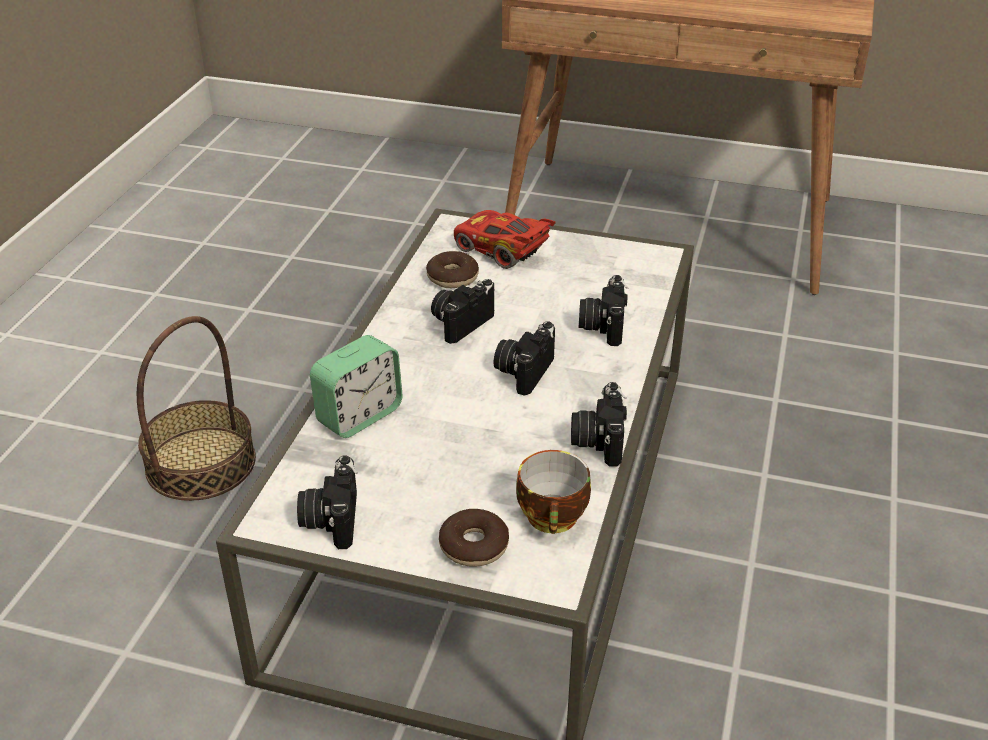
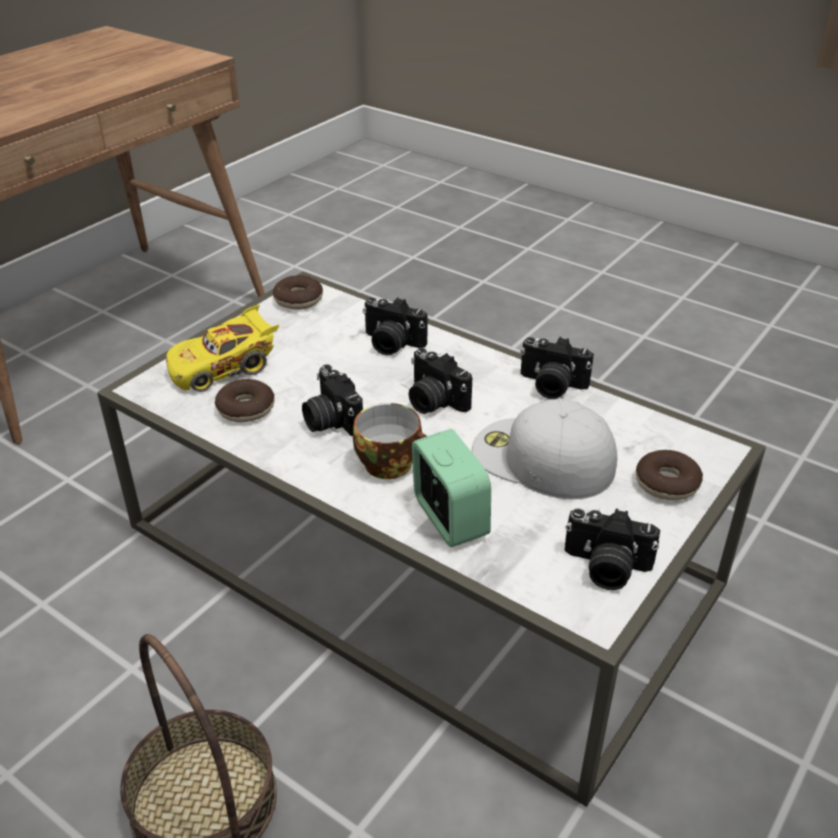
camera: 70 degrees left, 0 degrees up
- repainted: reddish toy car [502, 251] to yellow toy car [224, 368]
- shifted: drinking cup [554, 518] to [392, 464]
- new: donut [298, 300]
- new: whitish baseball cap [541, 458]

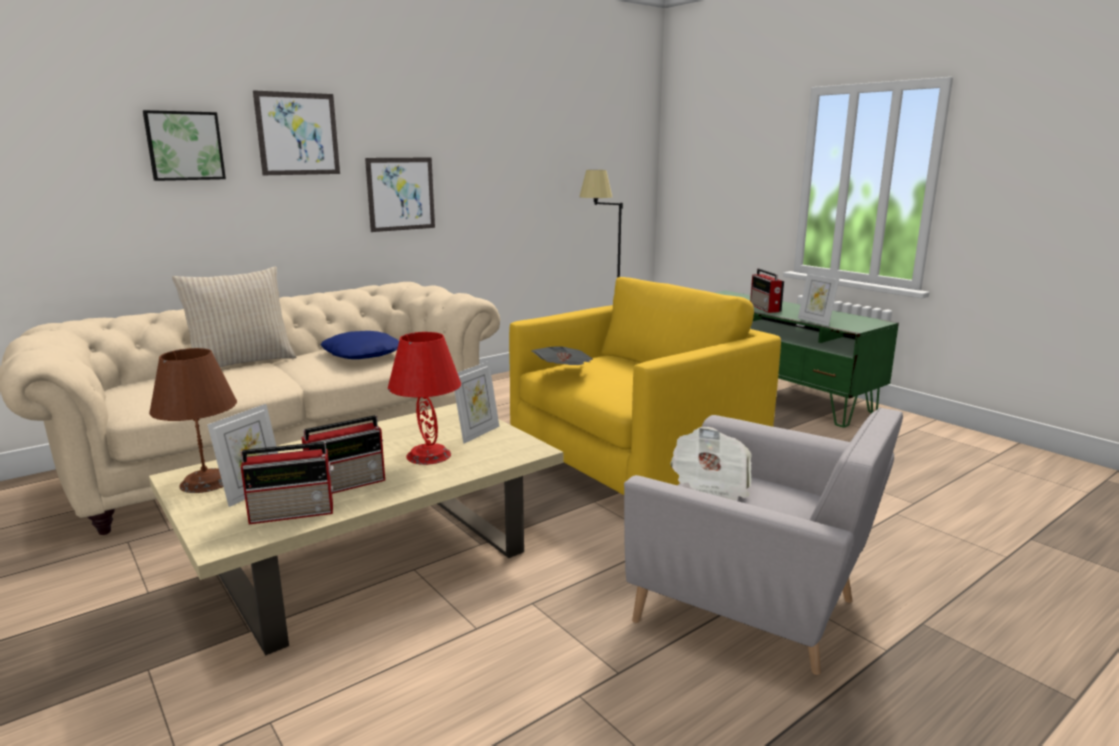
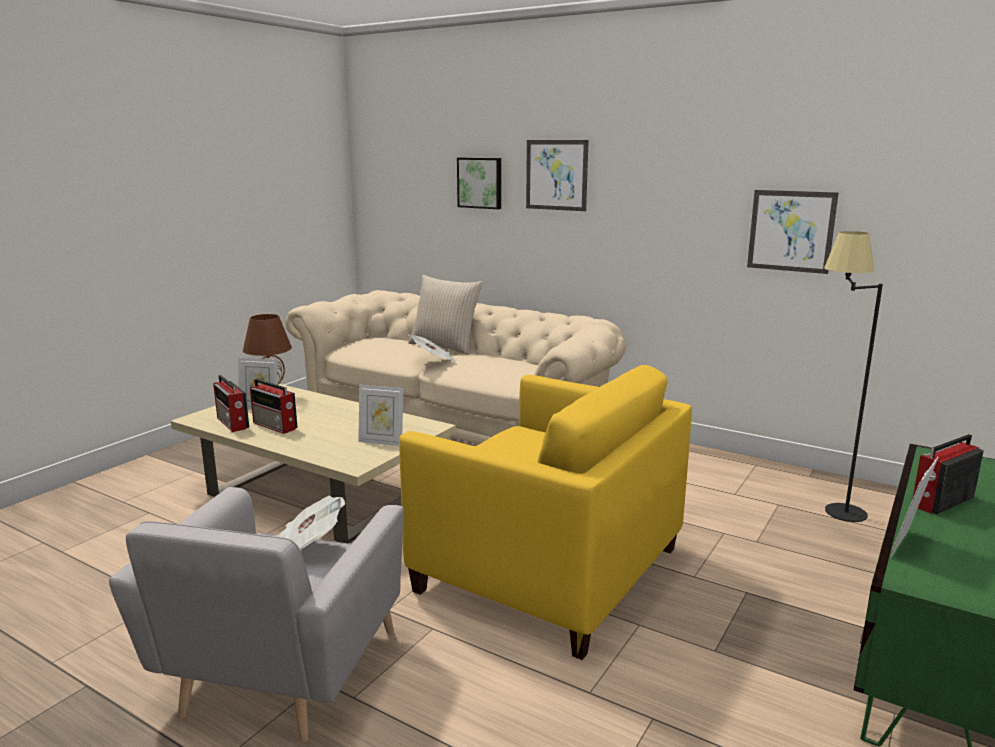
camera: 70 degrees right, 0 degrees up
- gone: blue-coloured cushion [362, 353]
- shifted: wall art [401, 194] to [791, 231]
- gone: reddish tabletop lamp [429, 455]
- shifted: newspaper [563, 372] to [433, 361]

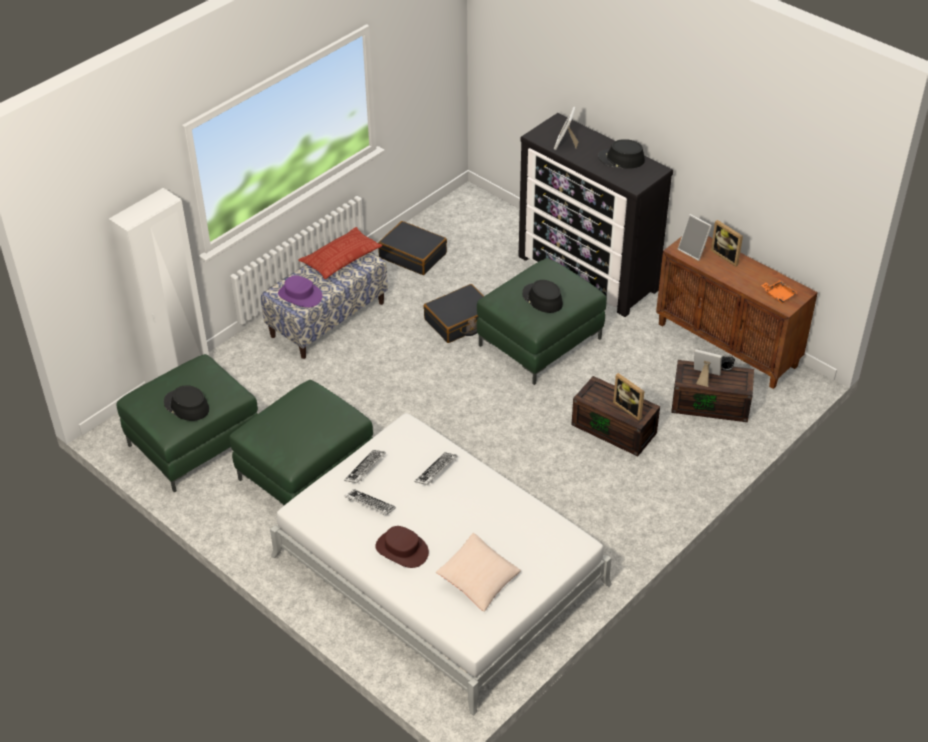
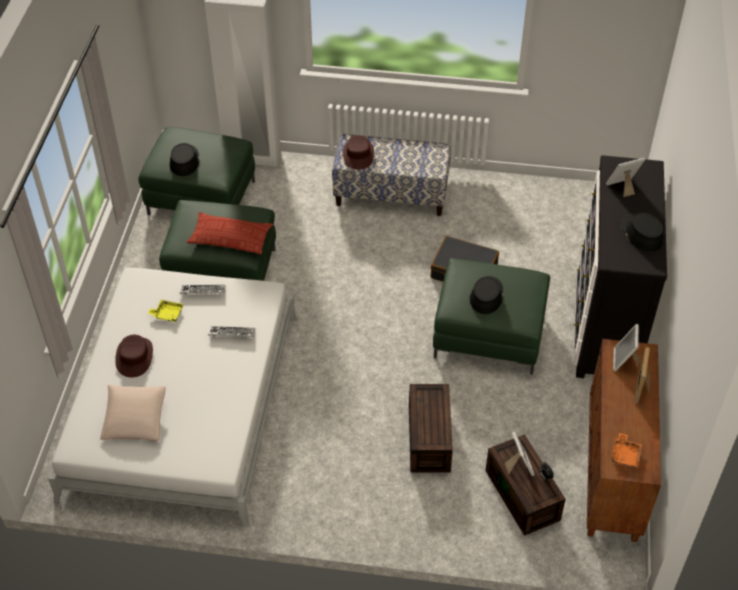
camera: 55 degrees right, 5 degrees up
- repainted: purplish hat [300, 295] to brown hat [358, 155]
- shifted: cushion [341, 258] to [230, 238]
- swapped: PC keyboard [370, 504] to yellow serving tray [167, 314]
- gone: black-coloured suitcase [413, 255]
- gone: standing frame [630, 408]

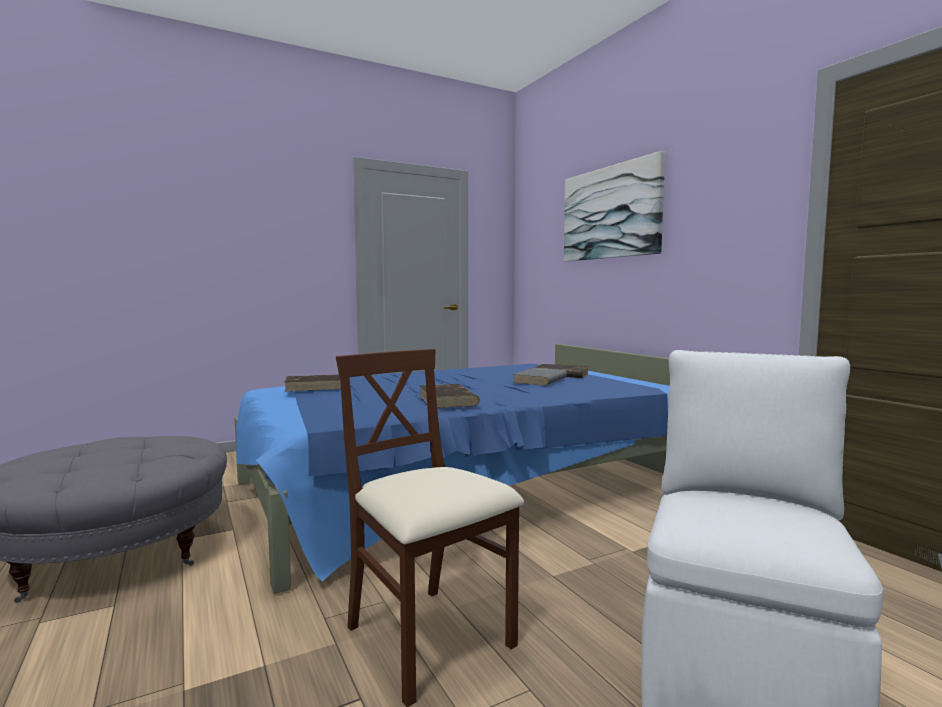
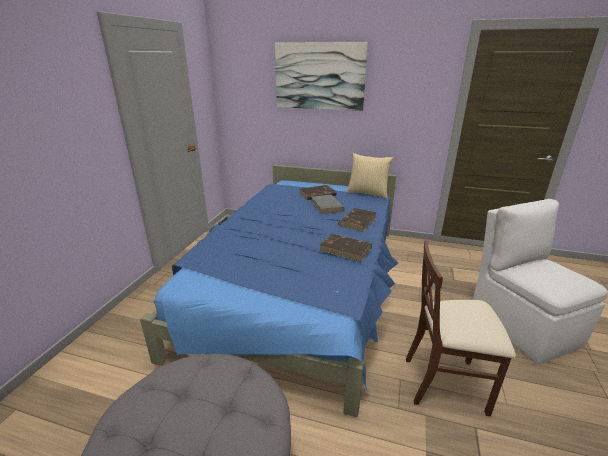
camera: 45 degrees left, 20 degrees up
- shifted: brown book [316, 386] to [357, 221]
- new: cushion [368, 193]

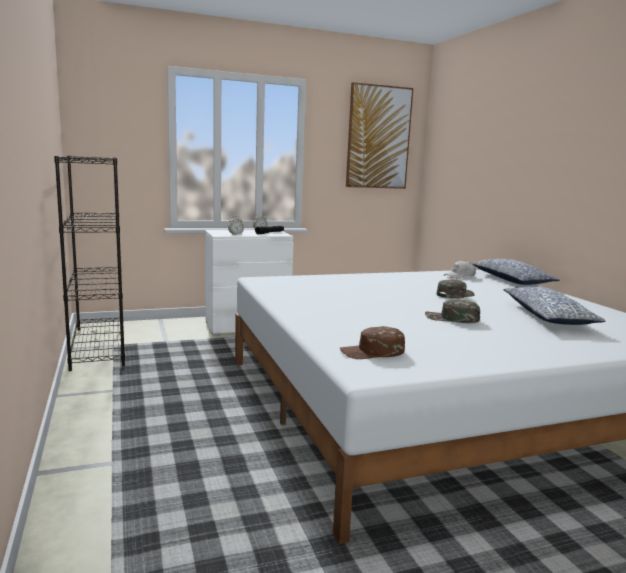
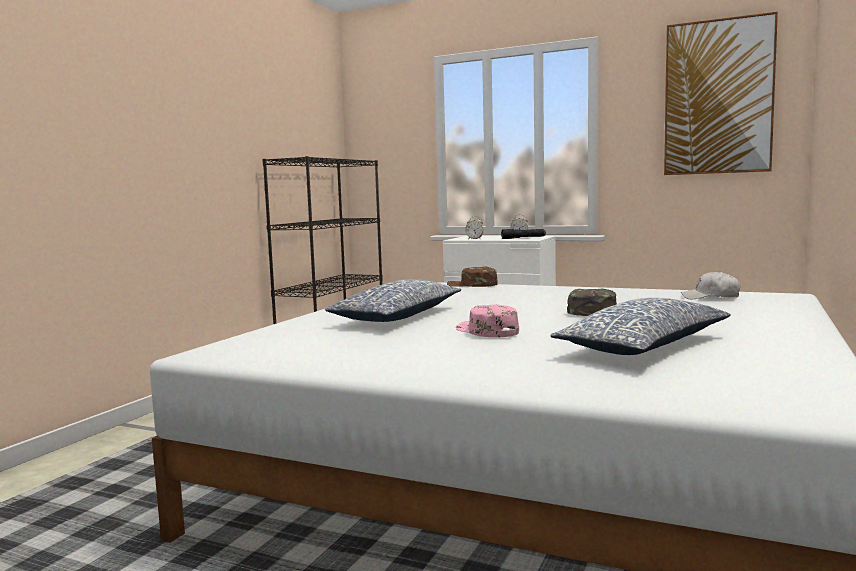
camera: 45 degrees right, 5 degrees down
- shifted: brown baseball cap [372, 352] to [472, 285]
- repainted: green-coloured baseball cap [451, 318] to pinkish baseball cap [486, 331]
- shifted: cushion [510, 281] to [397, 317]

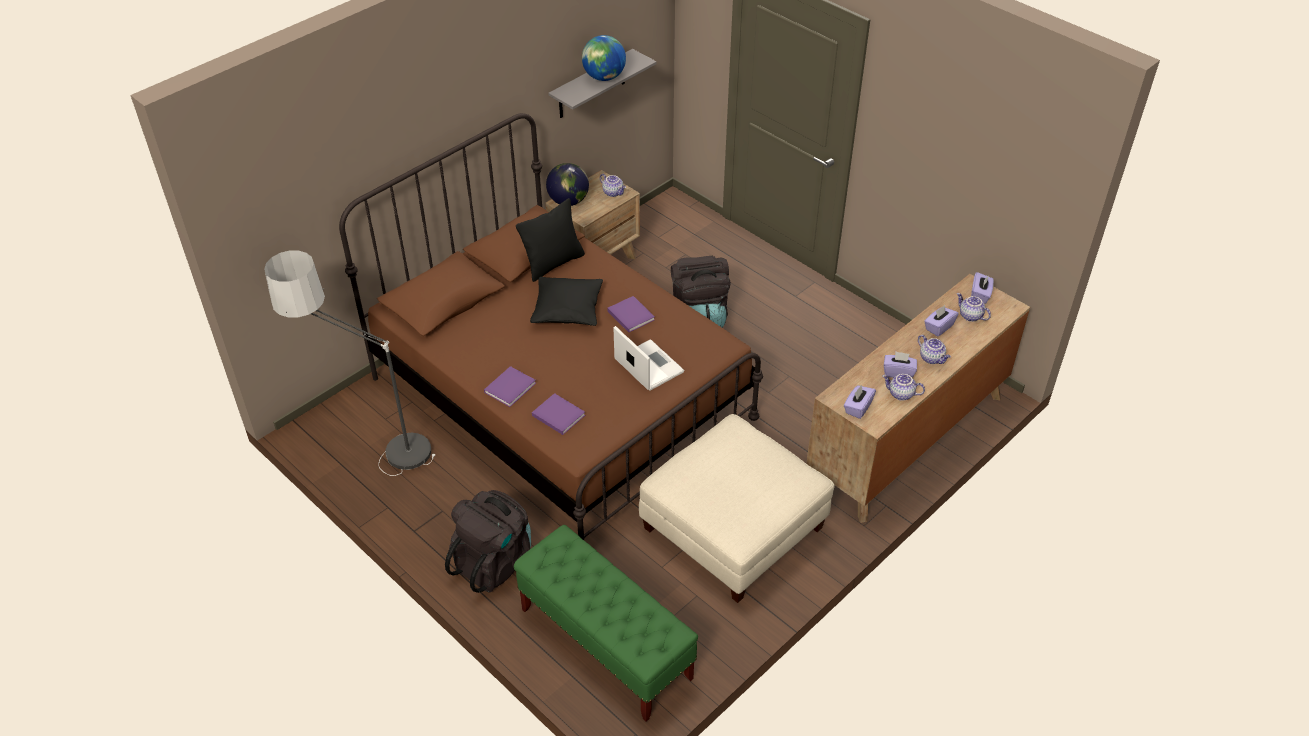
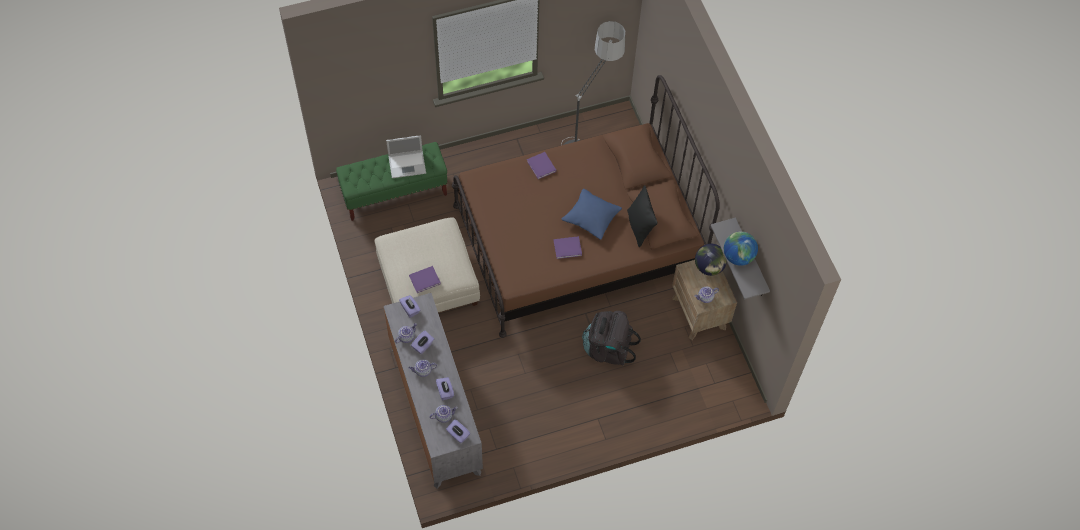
camera: 115 degrees right, 15 degrees up
- gone: black-coloured backpack [494, 562]
- repainted: black-coloured cushion [567, 310] to blue-coloured cushion [591, 218]
- shifted: purplish book [557, 414] to [425, 279]
- shifted: notebook computer [648, 365] to [408, 164]
- repainted: brown chest of drawers [907, 440] to gray chest of drawers [435, 409]

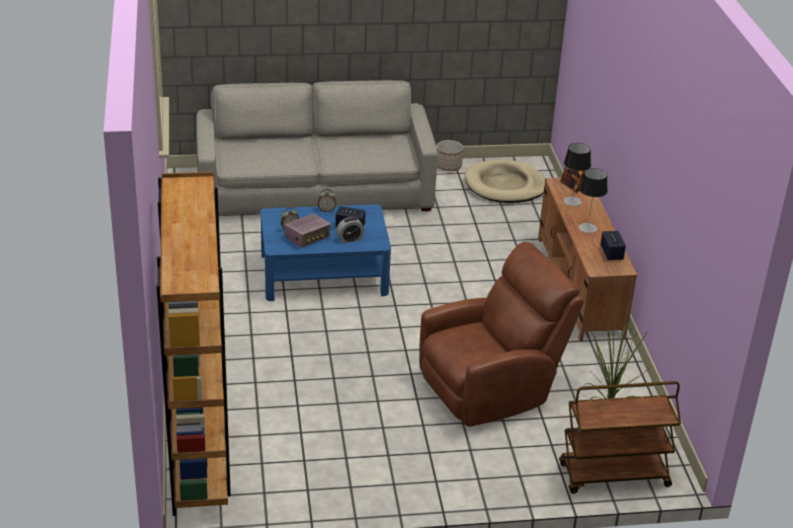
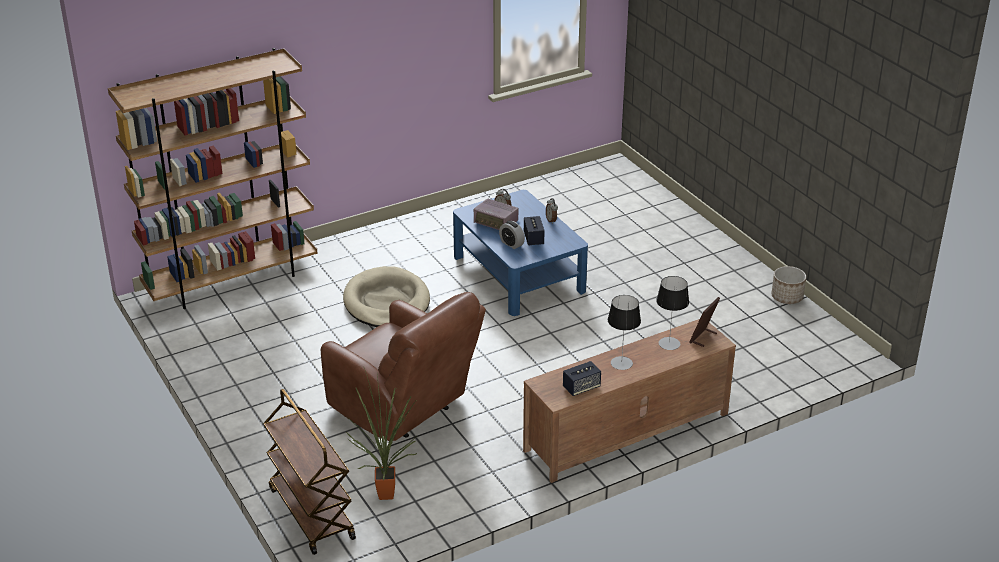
camera: 70 degrees right, 0 degrees up
- gone: gray sofa [314, 190]
- shifted: beige dog bed [505, 186] to [387, 302]

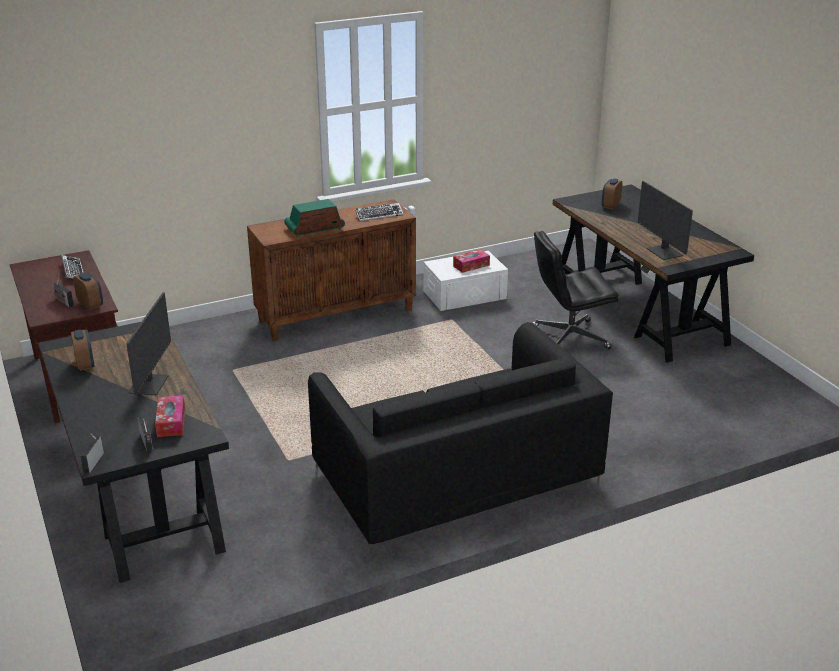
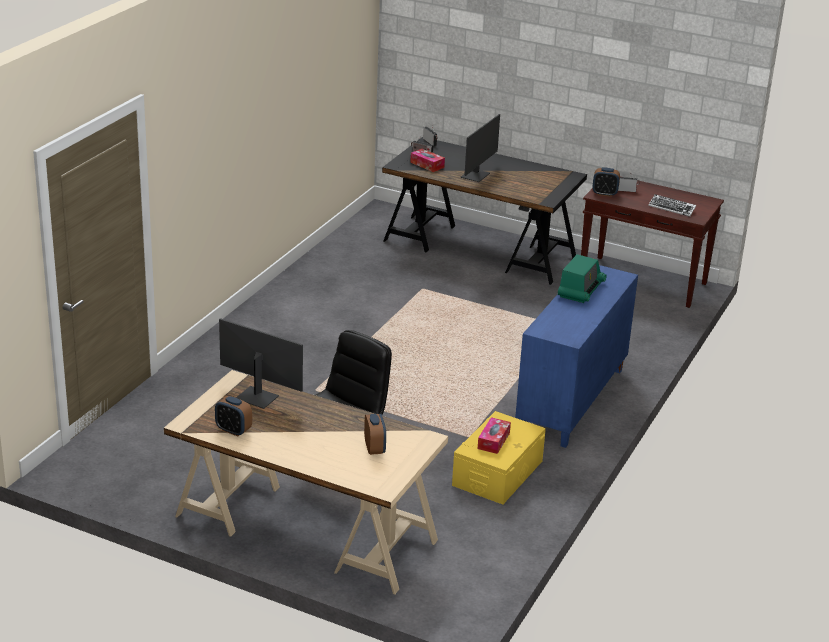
camera: 140 degrees right, 0 degrees up
- shifted: alarm clock [85, 364] to [233, 430]
- rotated: computer display [149, 384] = [476, 175] 120 degrees counterclockwise
- repainted: brown cupboard [336, 315] to blue-coloured cupboard [572, 402]
- gone: black-coloured sofa [456, 478]
- gone: PC keyboard [379, 215]
- repainted: whitish storage box [464, 294] to yellow storage box [497, 473]
- repainted: black-coloured desk table [639, 309] to beige desk table [304, 529]

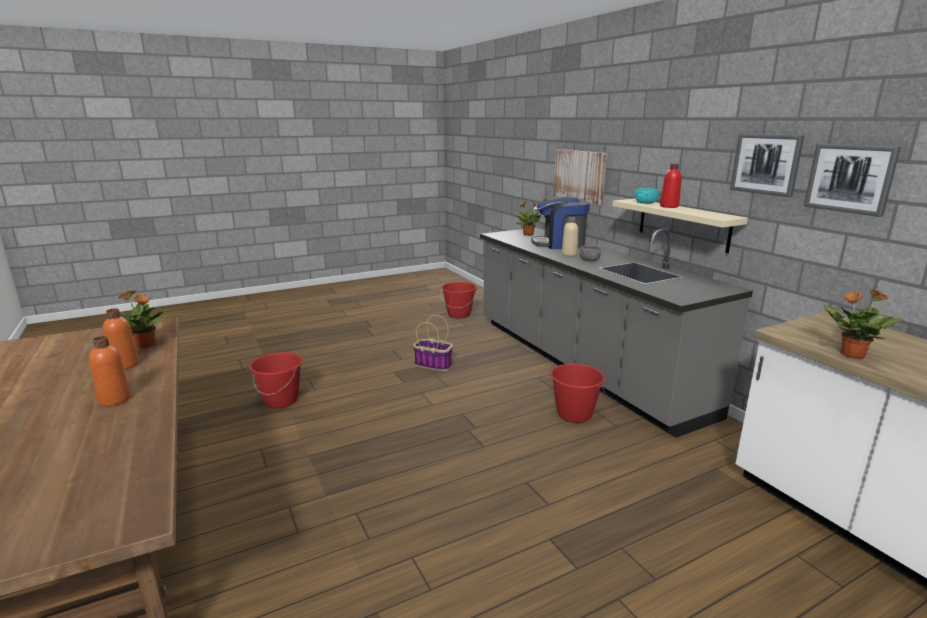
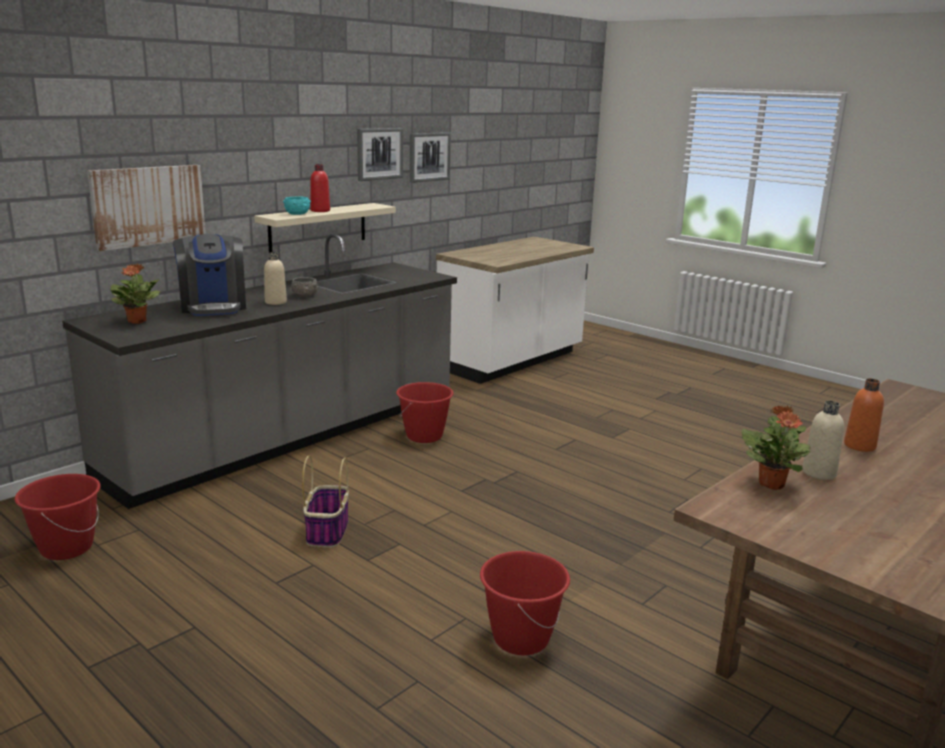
camera: 110 degrees left, 0 degrees up
- repainted: orange drink bottle [125, 365] to beige drink bottle [819, 473]
- gone: potted plant [851, 355]

